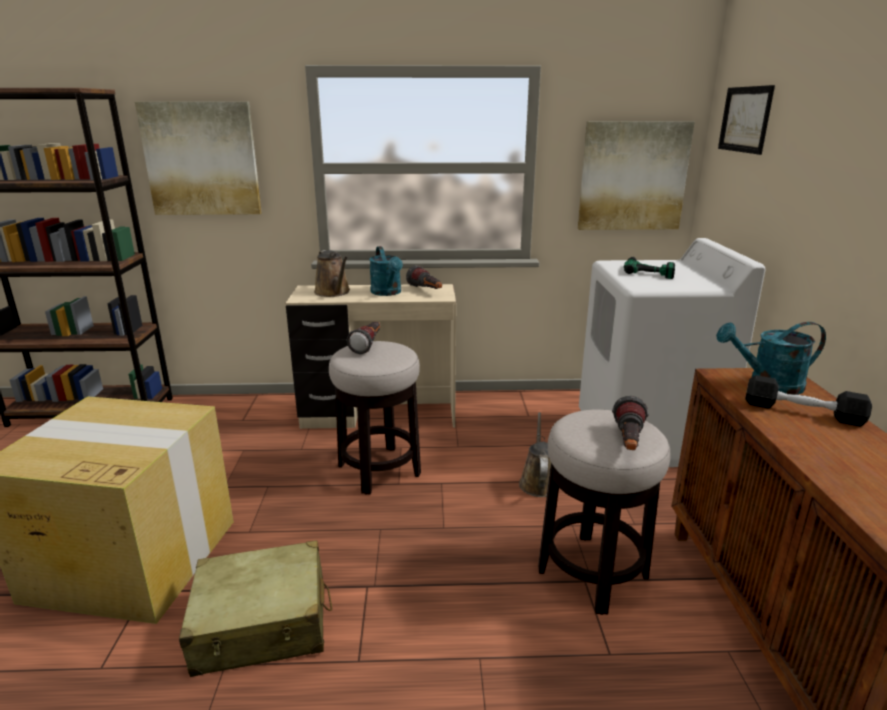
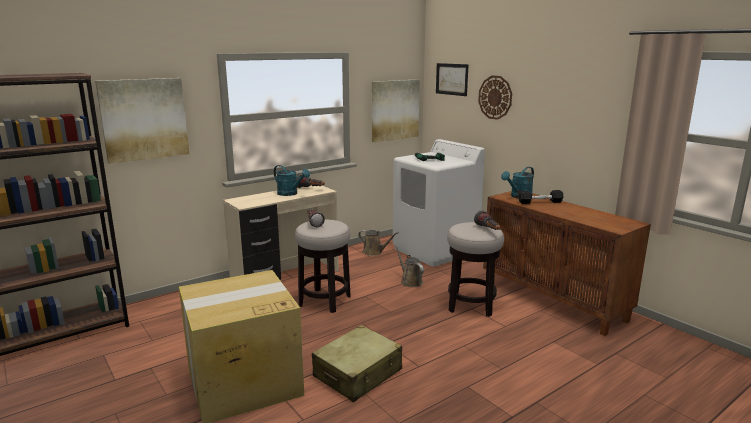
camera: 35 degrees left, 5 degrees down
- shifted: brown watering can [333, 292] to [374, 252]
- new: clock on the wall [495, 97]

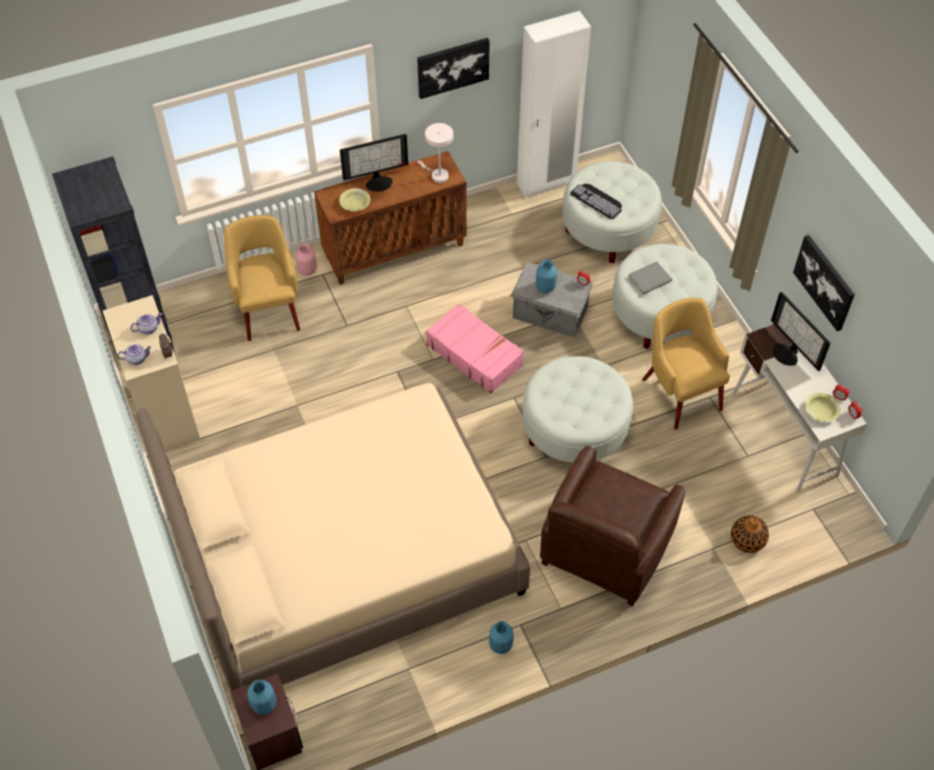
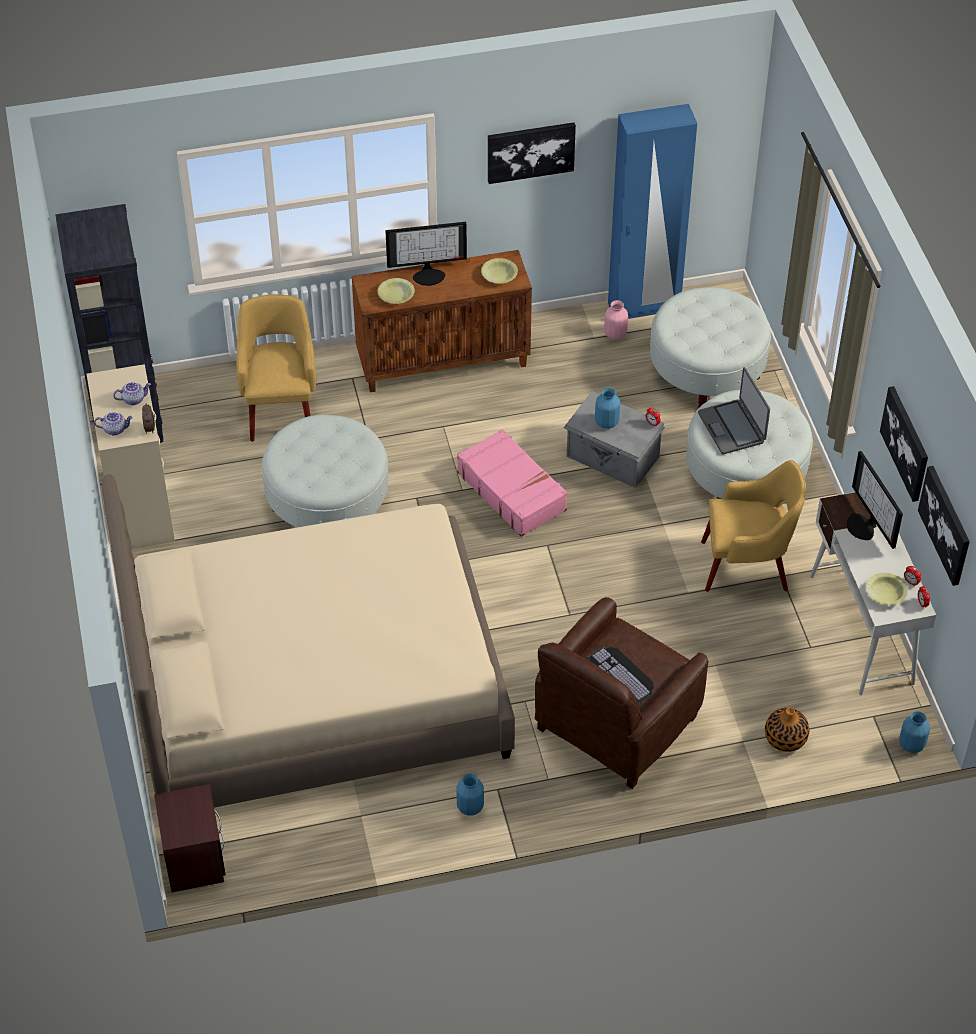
camera: 10 degrees right, 5 degrees down
- shifted: blue-coloured flower vase [264, 705] to [912, 745]
- shifted: pinkish flower vase [307, 270] to [615, 334]
- swapped: whitish tabletop lamp [437, 175] to yellow bowl [499, 275]
- repainted: whitish clothes cupboard [546, 183] to blue-coloured clothes cupboard [644, 307]
- shifted: whitish pouffe [574, 431] to [328, 503]
- shifted: PC keyboard [598, 200] to [623, 674]
- swapped: gray book [651, 279] to notebook computer [732, 427]
- rotated: yellow lounge chair [680, 392] = [747, 566] 105 degrees clockwise
- new: wall art [946, 525]

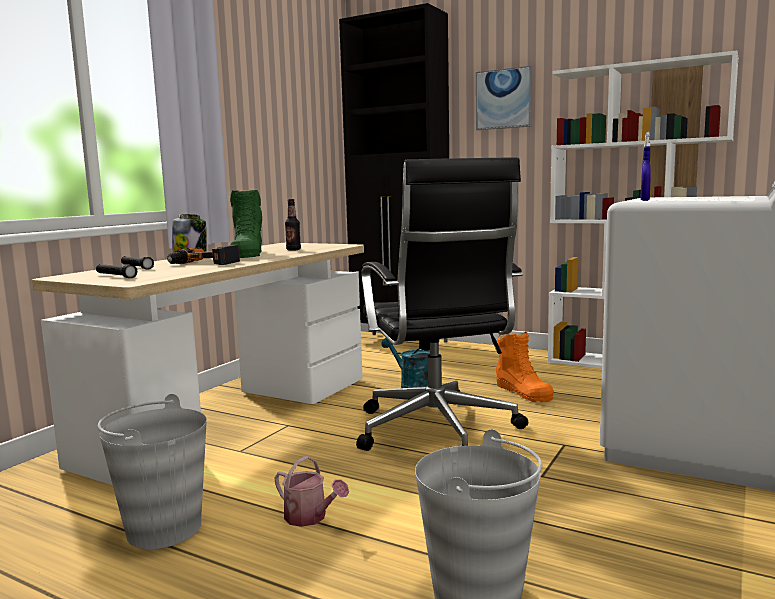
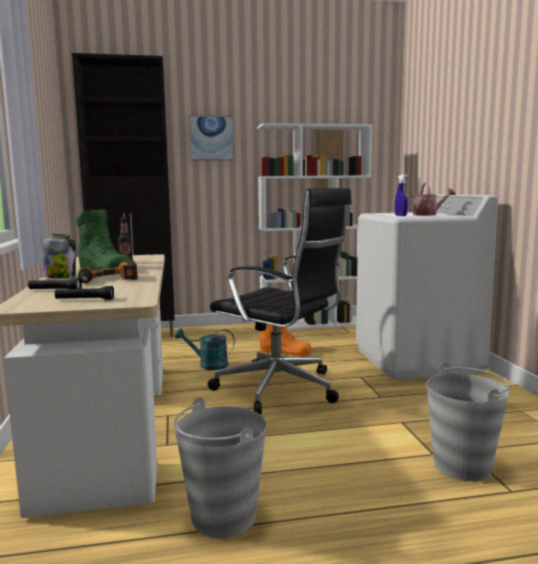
camera: 40 degrees left, 0 degrees up
- shifted: watering can [310, 517] to [428, 215]

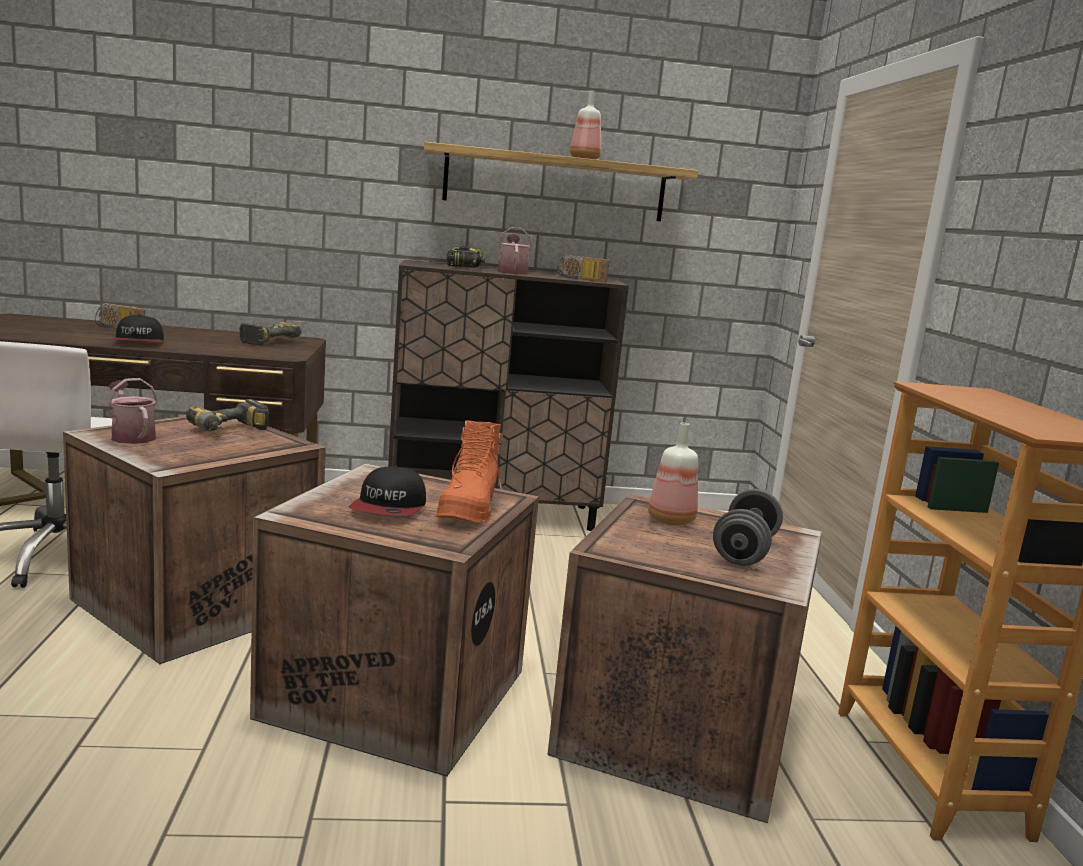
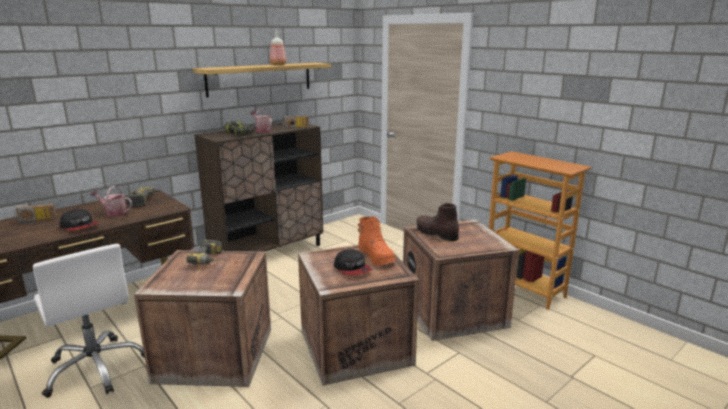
camera: 35 degrees left, 5 degrees up
- shifted: watering can [131, 436] to [114, 213]
- swapped: drink bottle [670, 520] to brown boot [436, 233]
- gone: gray dumbbell [744, 551]

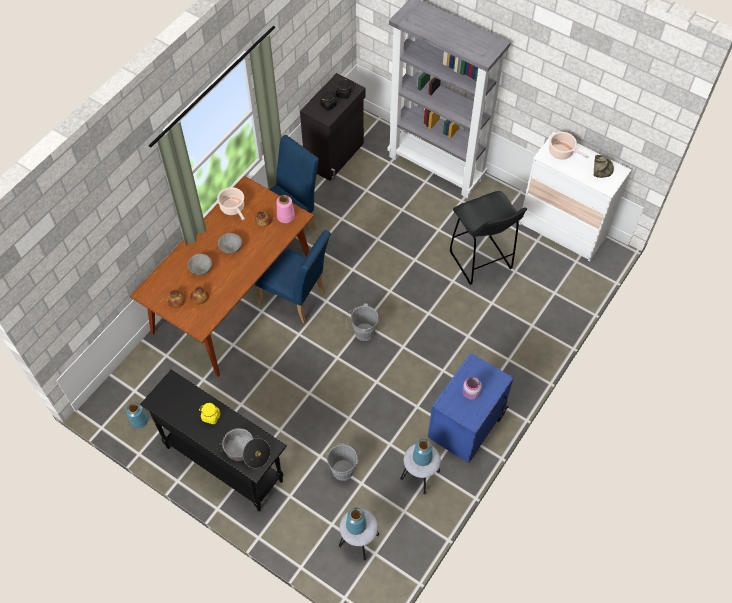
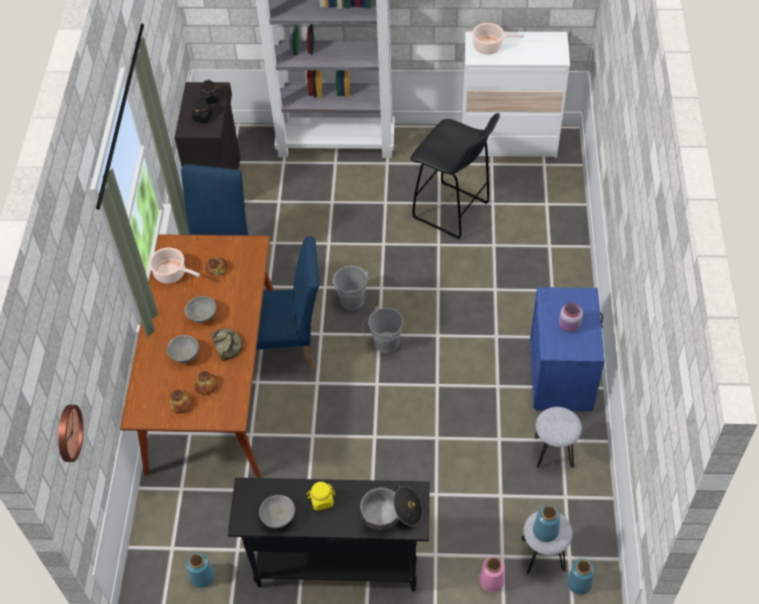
camera: 30 degrees left, 5 degrees down
- shifted: pinkish flower vase [286, 216] to [492, 581]
- shifted: gray bucket [343, 468] to [351, 298]
- shifted: blue-coloured flower vase [422, 457] to [579, 583]
- shifted: bakery bread [601, 168] to [226, 345]
- new: clock on the wall [67, 433]
- new: gray bowl [278, 517]

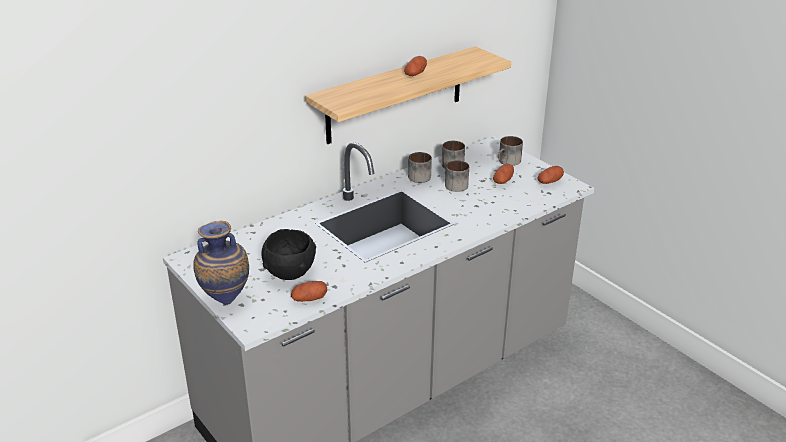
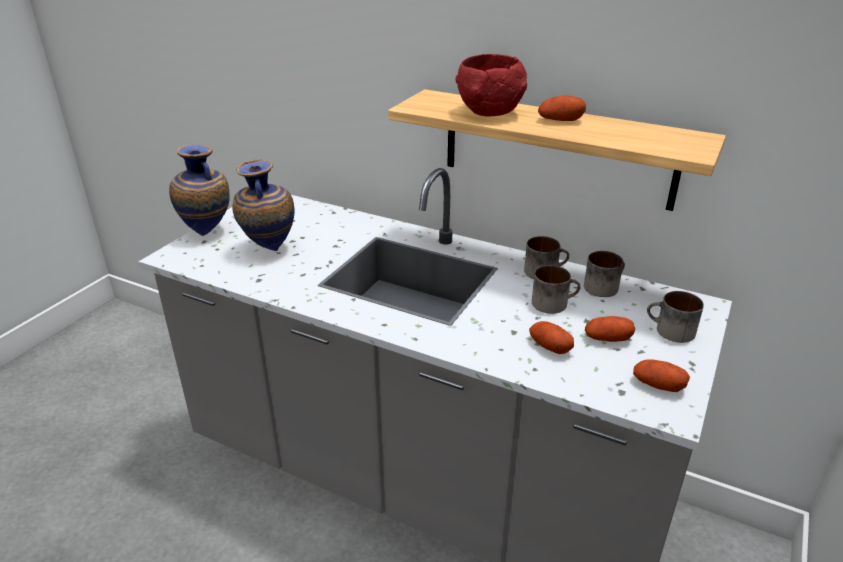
camera: 65 degrees right, 0 degrees up
- swapped: black-coloured bowl [289, 274] to flower vase [268, 249]
- shifted: spud [309, 299] to [550, 347]
- new: reddish bowl [489, 112]

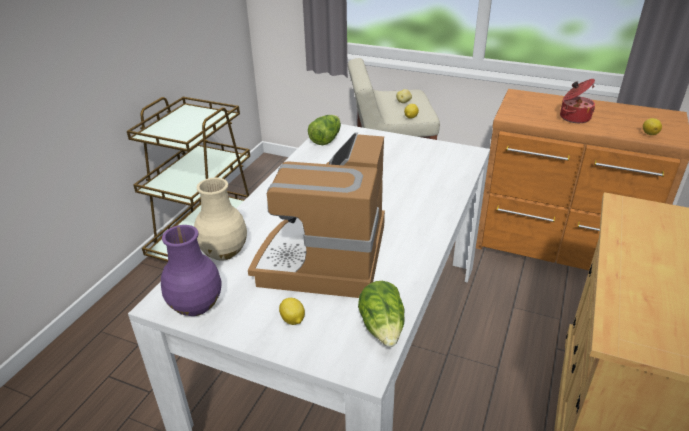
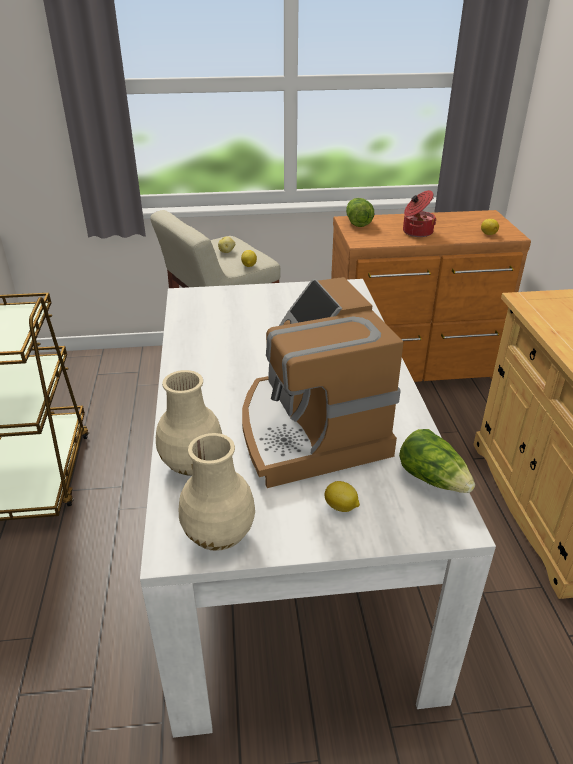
camera: 30 degrees left, 0 degrees up
- repainted: purplish flower vase [196, 306] to beige flower vase [220, 536]
- shifted: lettuce [326, 139] to [357, 222]

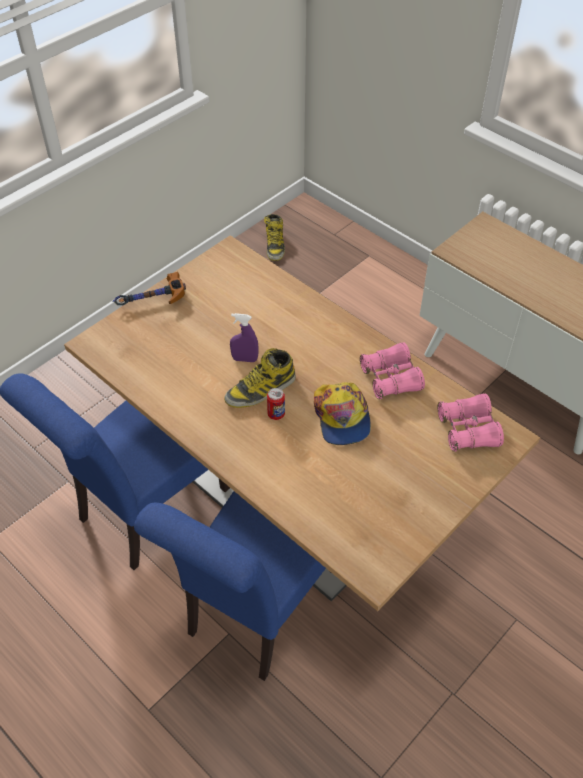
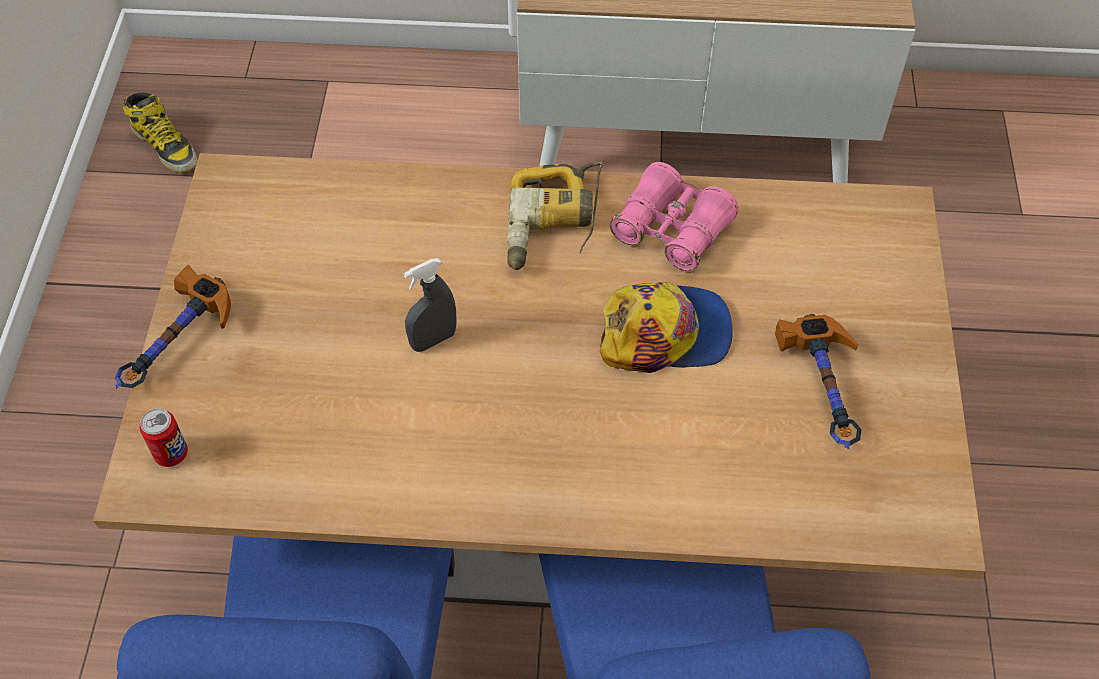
camera: 40 degrees left, 5 degrees up
- gone: boot [260, 390]
- repainted: purplish spray bottle [245, 359] to gray spray bottle [433, 340]
- shifted: can [276, 414] to [171, 454]
- rotated: baseball cap [342, 417] = [665, 333] 45 degrees counterclockwise
- gone: pinkish binoculars [468, 430]
- new: electric drill [554, 225]
- new: hand hammer [827, 391]

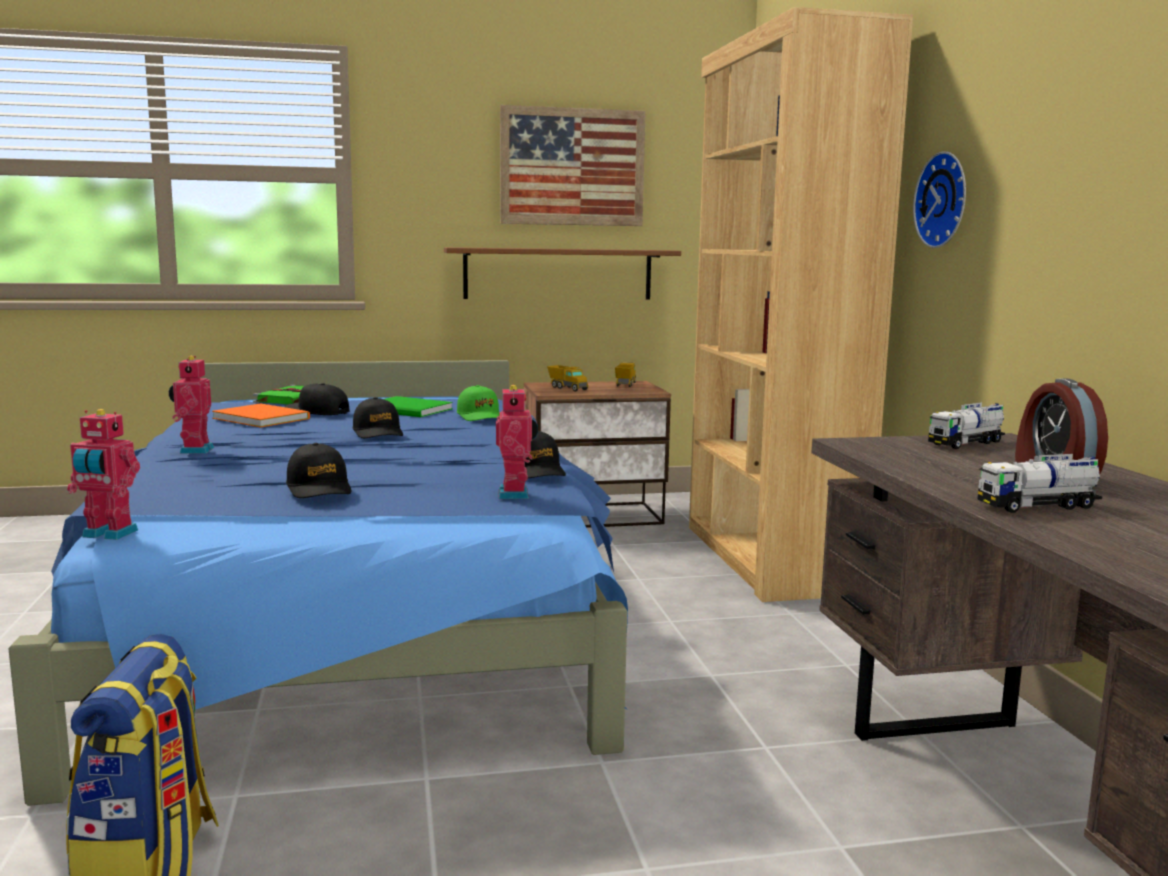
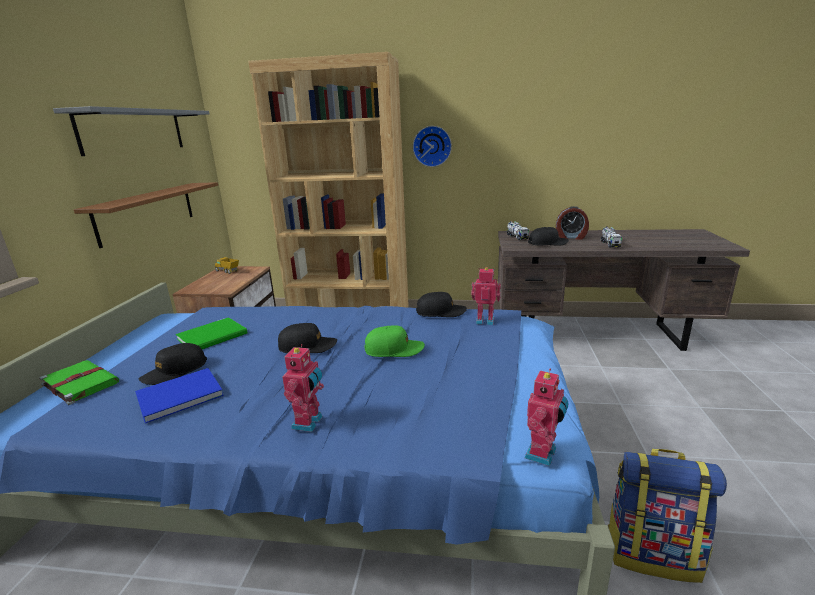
camera: 70 degrees left, 10 degrees up
- rotated: model robot [194, 450] = [309, 422] 90 degrees counterclockwise
- repainted: orange book [261, 418] to blue-coloured book [177, 396]
- shifted: black-coloured baseball cap [319, 488] to [547, 243]
- shifted: green-coloured baseball cap [480, 416] to [394, 349]
- swapped: wall art [572, 167] to gray wall shelf [134, 131]
- gone: toy truck [567, 388]

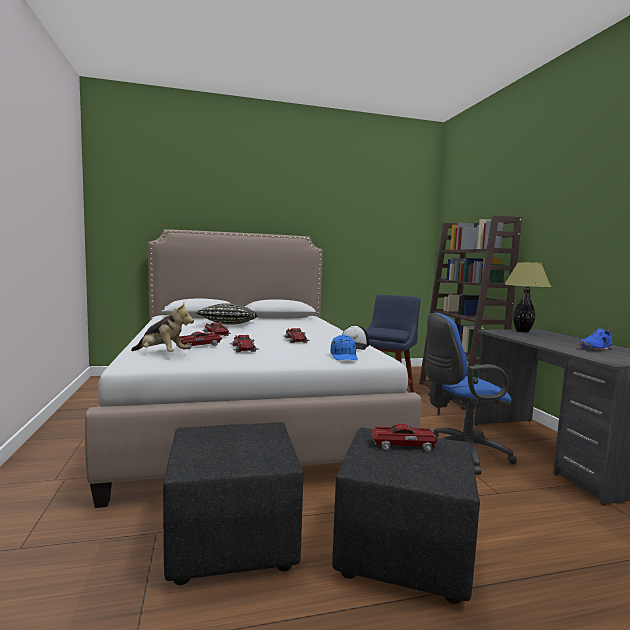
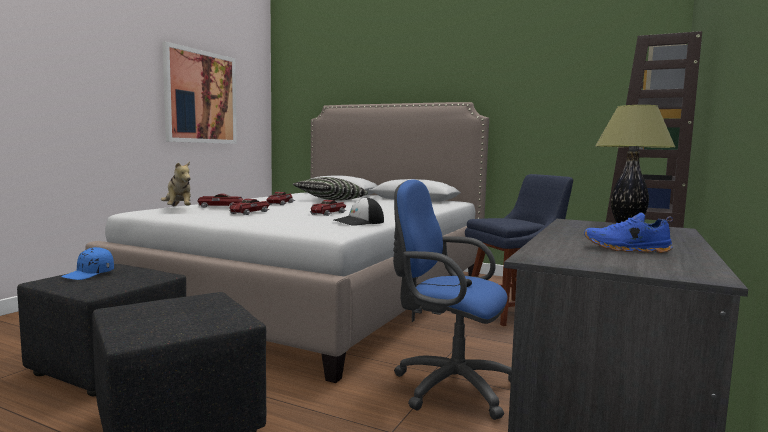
camera: 40 degrees right, 0 degrees up
- shifted: blue-coloured baseball cap [344, 357] to [89, 274]
- gone: toy car [403, 444]
- new: wall art [201, 97]

